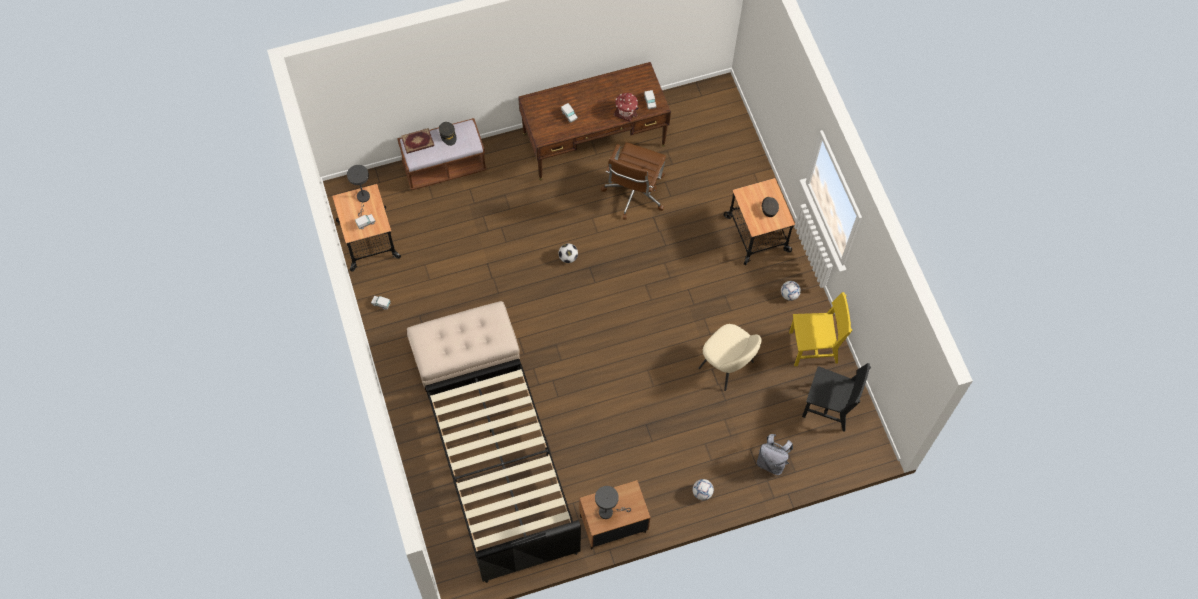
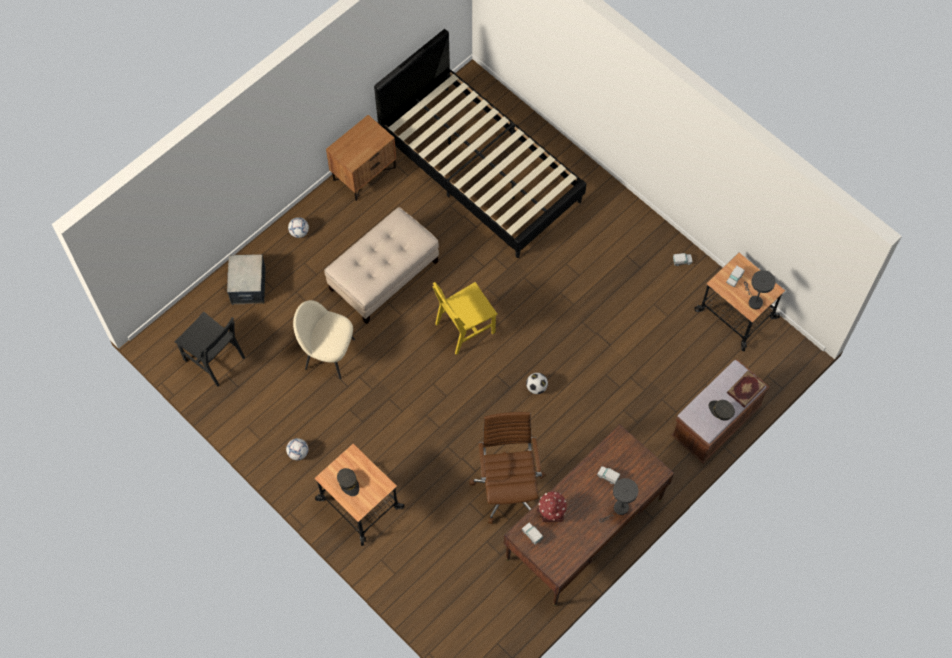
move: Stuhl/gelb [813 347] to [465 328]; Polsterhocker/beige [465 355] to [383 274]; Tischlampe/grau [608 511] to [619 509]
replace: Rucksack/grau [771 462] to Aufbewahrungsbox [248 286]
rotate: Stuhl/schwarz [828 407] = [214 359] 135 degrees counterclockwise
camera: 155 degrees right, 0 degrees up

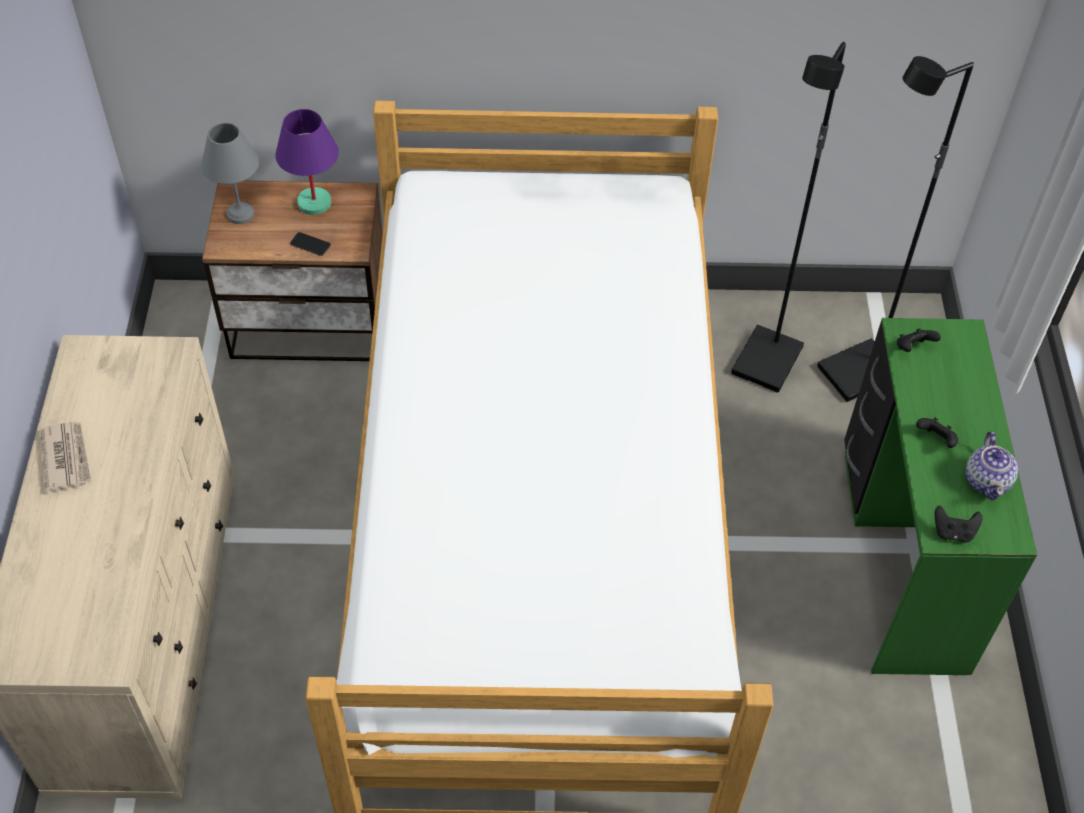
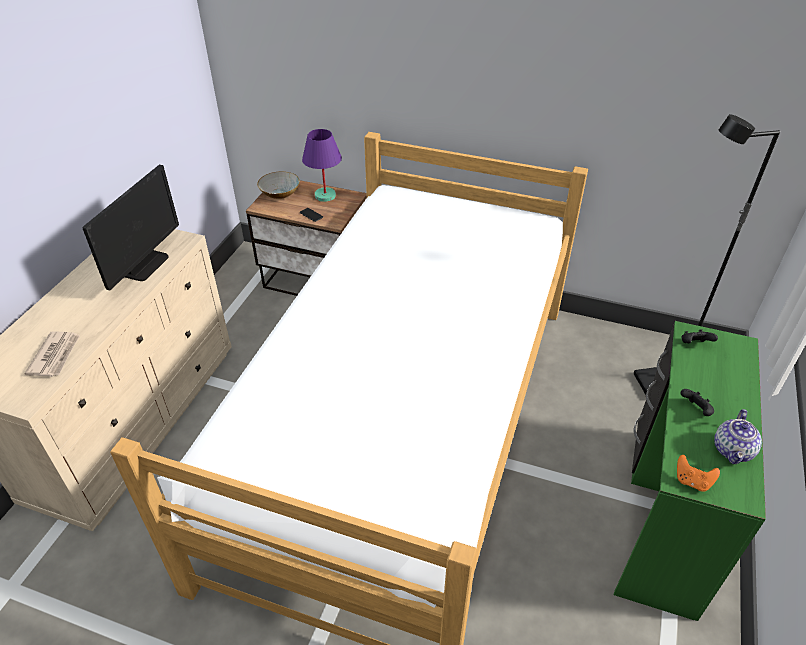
delete: Stehlampe/schwarz [768 363]
insert: Monitor [145 265]
move: Zeitung [66 457] to [56 355]
replace: Tischlampe/grau [240 215] to Schüssel [280 194]
recolor: Gamepad/schwarz [953 532] to Gamepad/orange [692 481]
camera: 20 degrees right, 10 degrees down

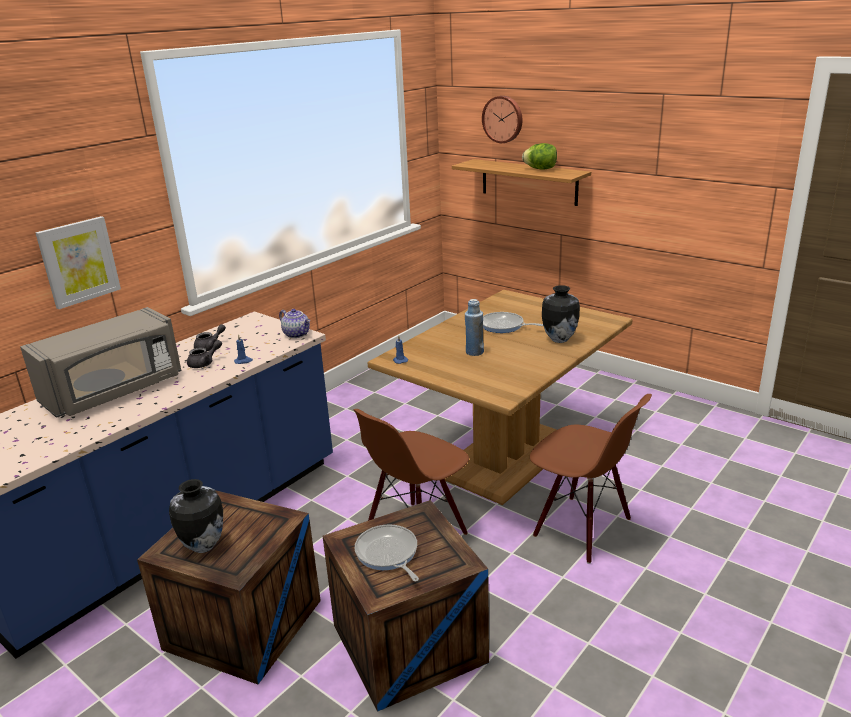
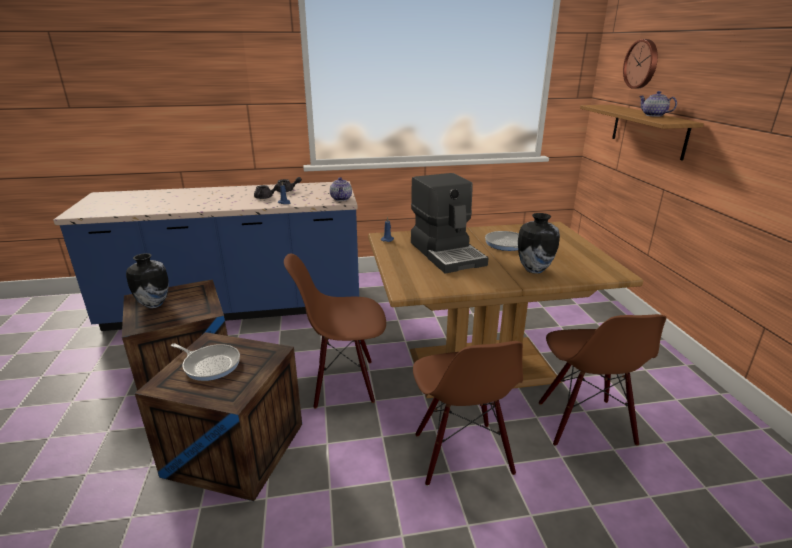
delete: Bild [78 261]; Mikrowelle/grau [114 391]
insert: Stuhl/braun [584 423]
replace: Salatkopf [540 169] to Teekanne [653 115]; Flasche/blau [474 352] to Kaffeemaschine [447 253]
rotate: Pfanne [388 554] = [210 364] 105 degrees clockwise
camera: 40 degrees right, 0 degrees up

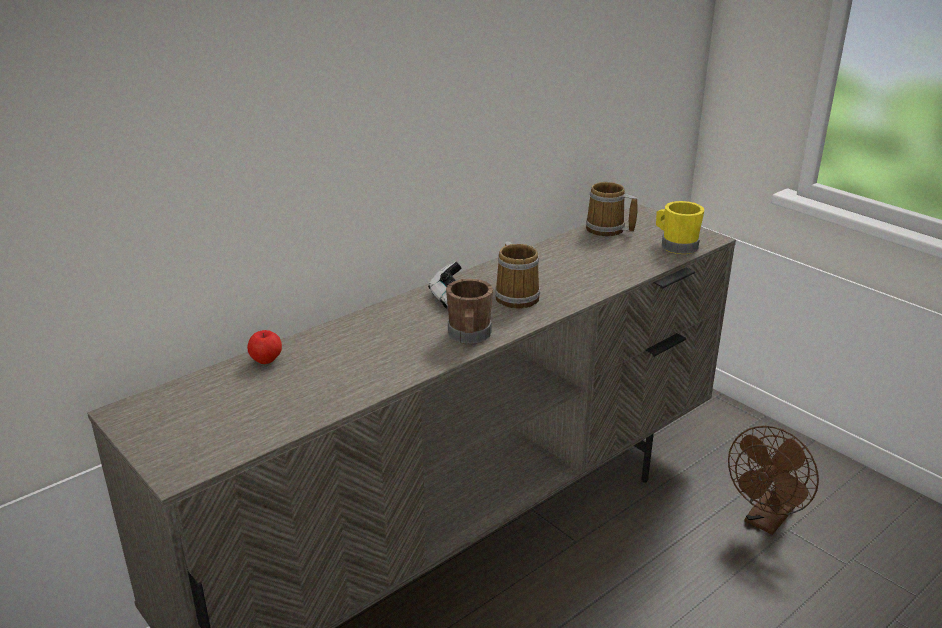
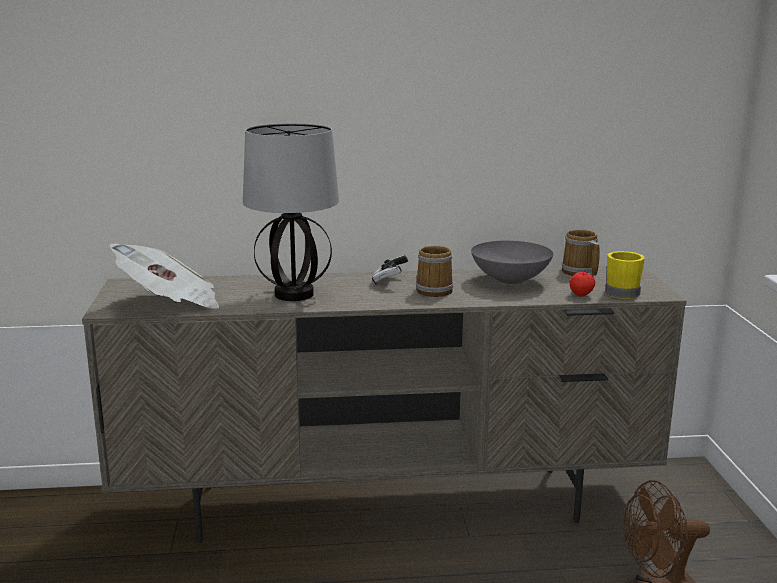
delete: Henkelbecher/braun [469 336]
insert: Tischlampe [293 295]; Schüssel/grau [509 280]; Zeitung [170 303]
move: Apfel [266 360] to [581 295]
camera: 35 degrees right, 10 degrees down

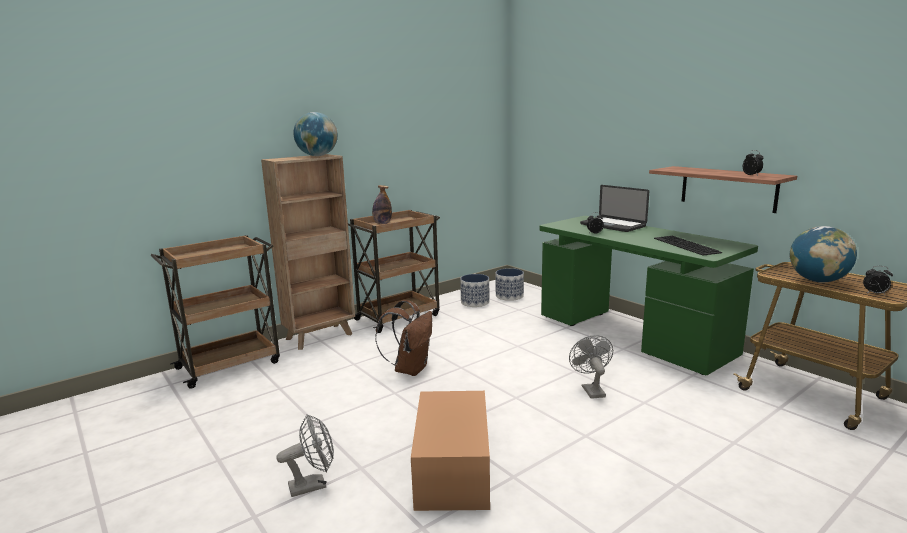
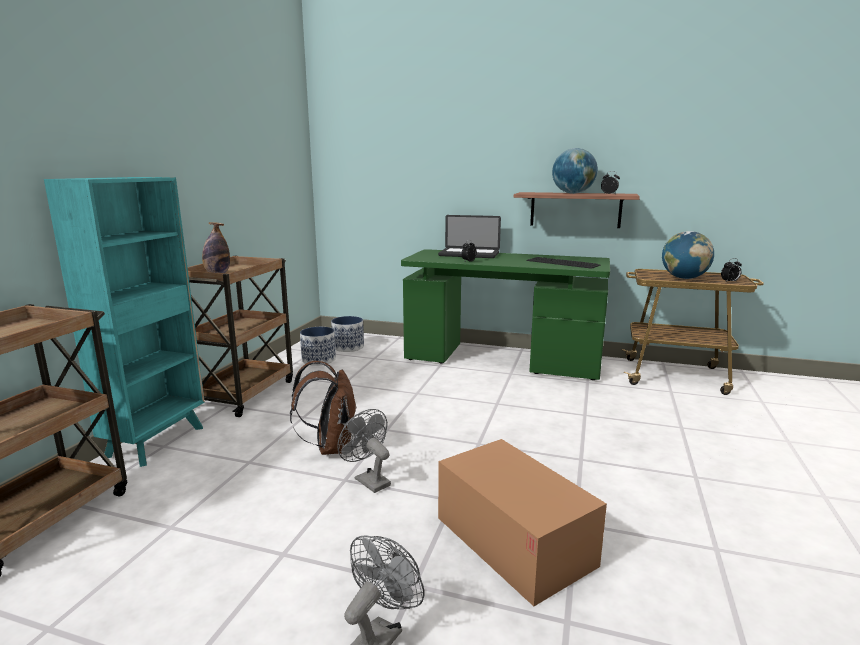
move: Globus [317 156] to [573 193]; Ventilator/grau [591 389] to [368 480]
recolor: Bücherregal/braun [320 336] to Bücherregal/türkis [157 441]
camera: 35 degrees left, 0 degrees up

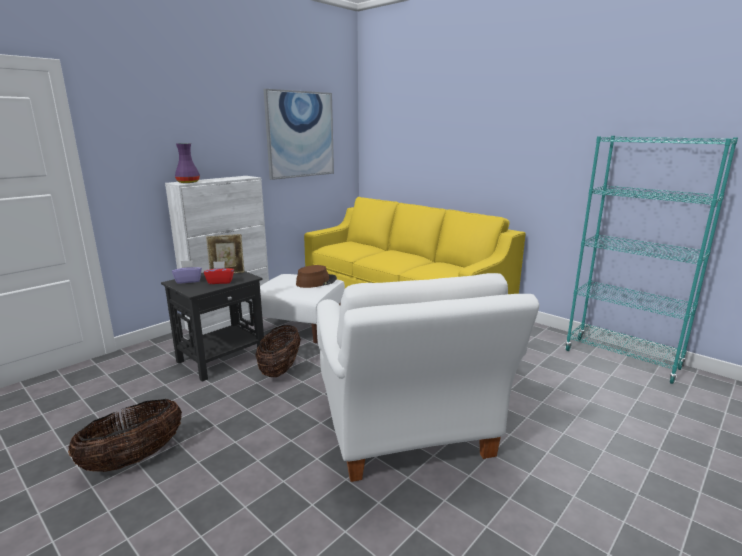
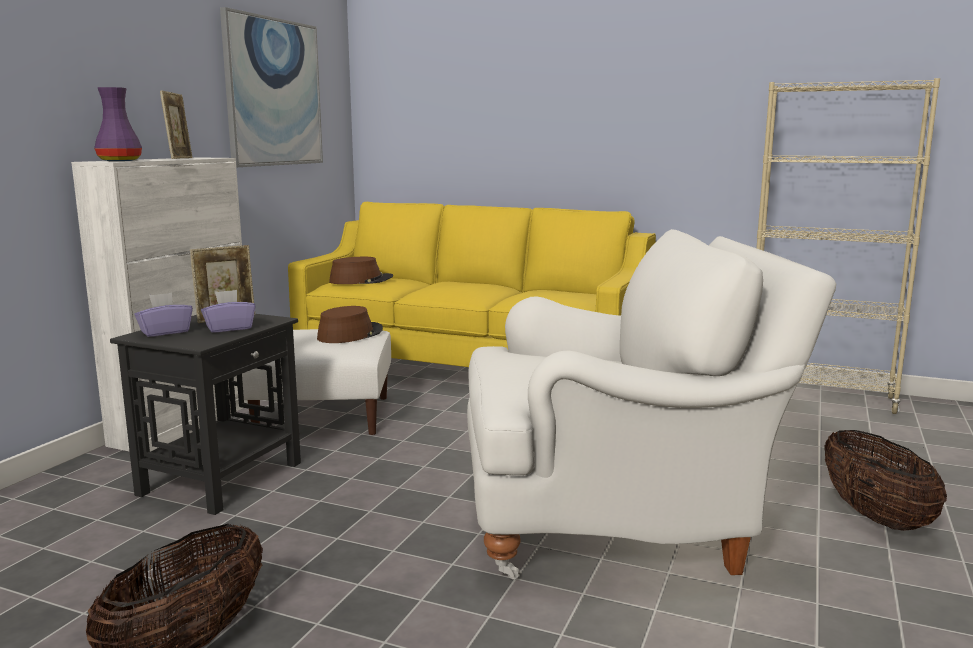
insert: Bilderrahmen [180 158]; Hut/braun [361 280]
move: Korb [280 369] to [875 516]
recolor: Bücherregal/türkis [621 359] to Bücherregal/beige [818 397]; Taschentuchbox/rot [220 282] to Taschentuchbox/lila [229 328]
rotate: Sessel/weiß [405 431] = [616 520] 60 degrees counterclockwise
camera: 20 degrees left, 5 degrees down

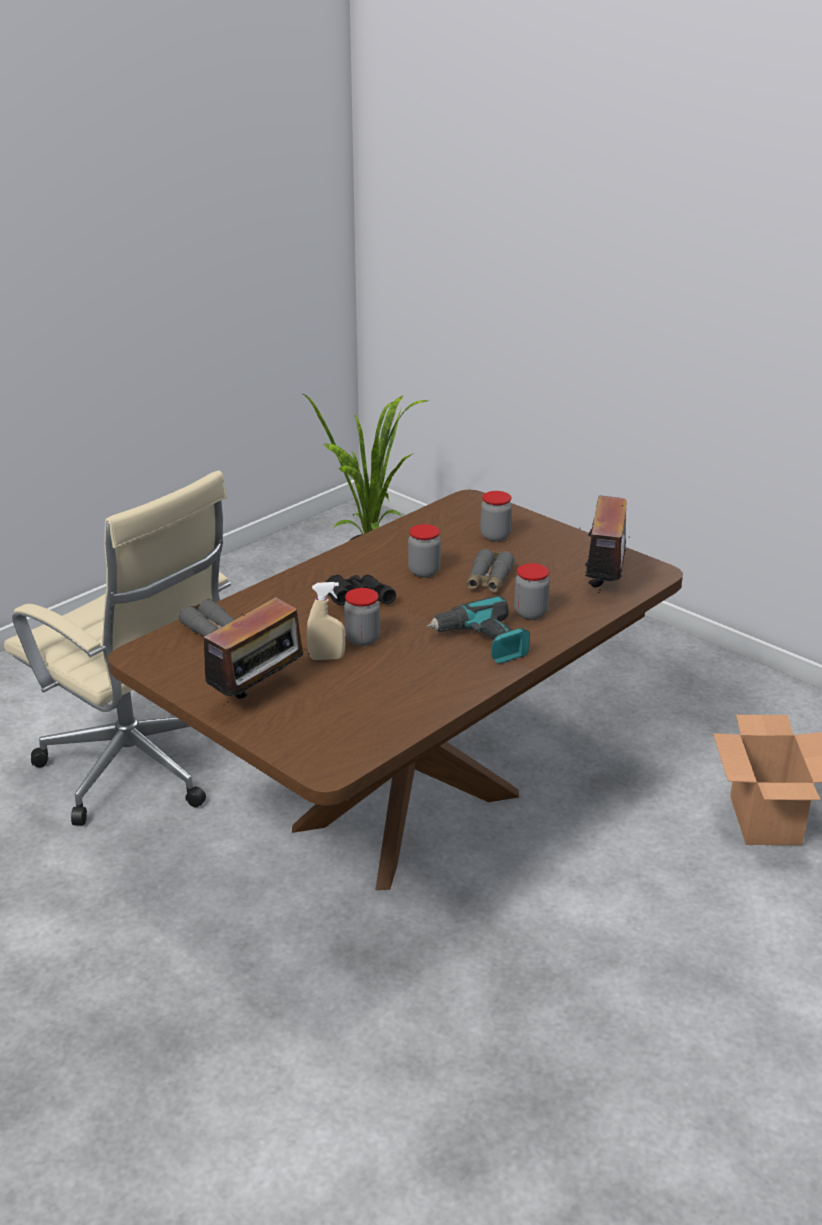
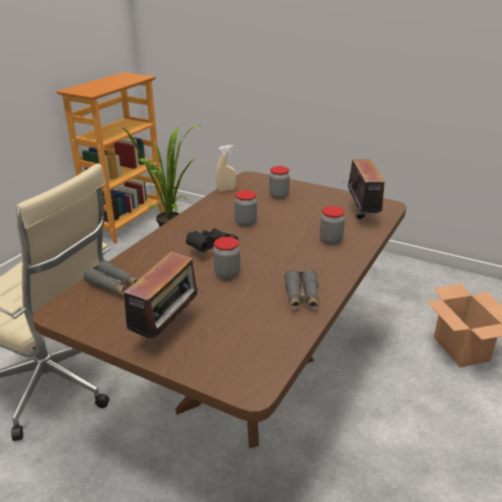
delete: Bohrmaschine [482 642]
insert: Bücherregal [125 222]
move: Fernglas/grau [488 580] to [302 297]; Sprühflasche/beige [326 658] to [226 190]
camera: 15 degrees left, 0 degrees up

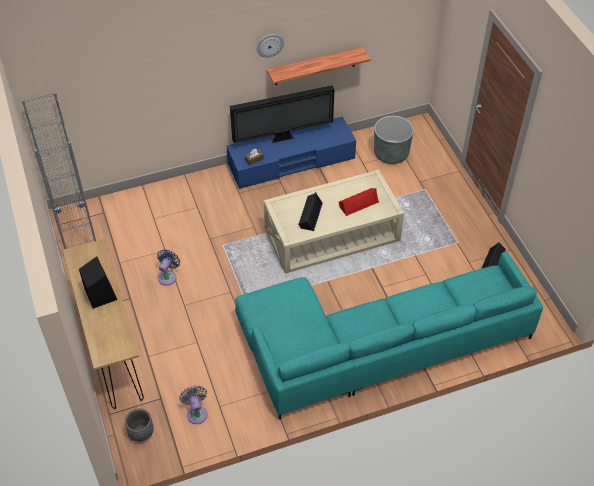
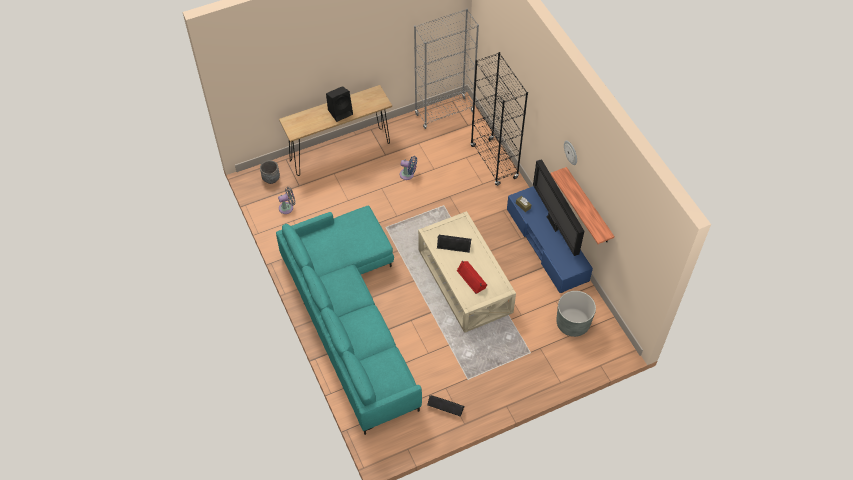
insert: Bücherregal/schwarz [494 162]
camera: 85 degrees right, 5 degrees up

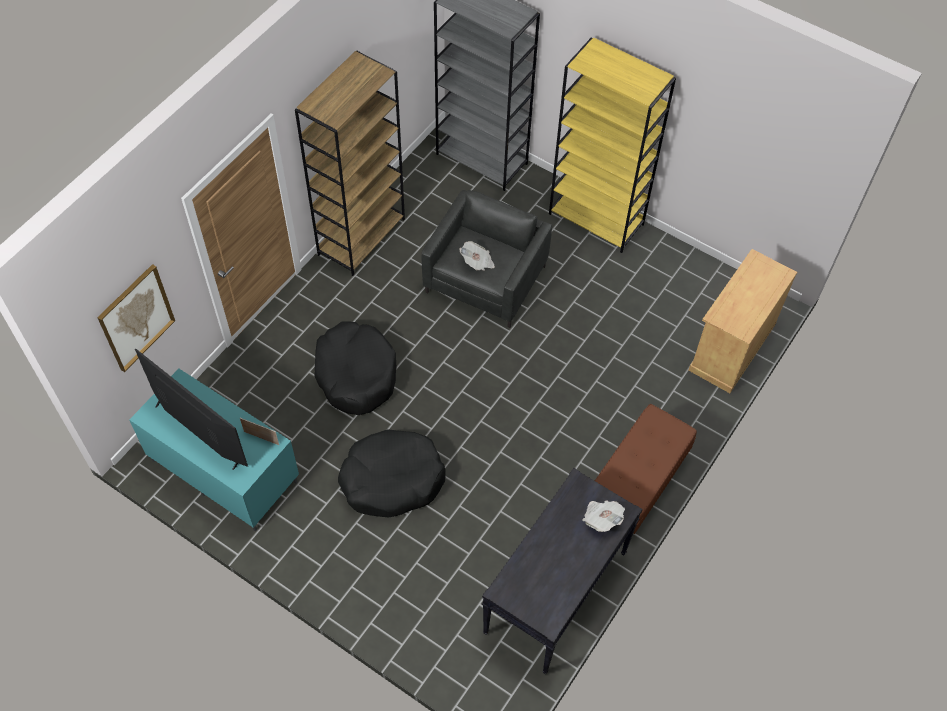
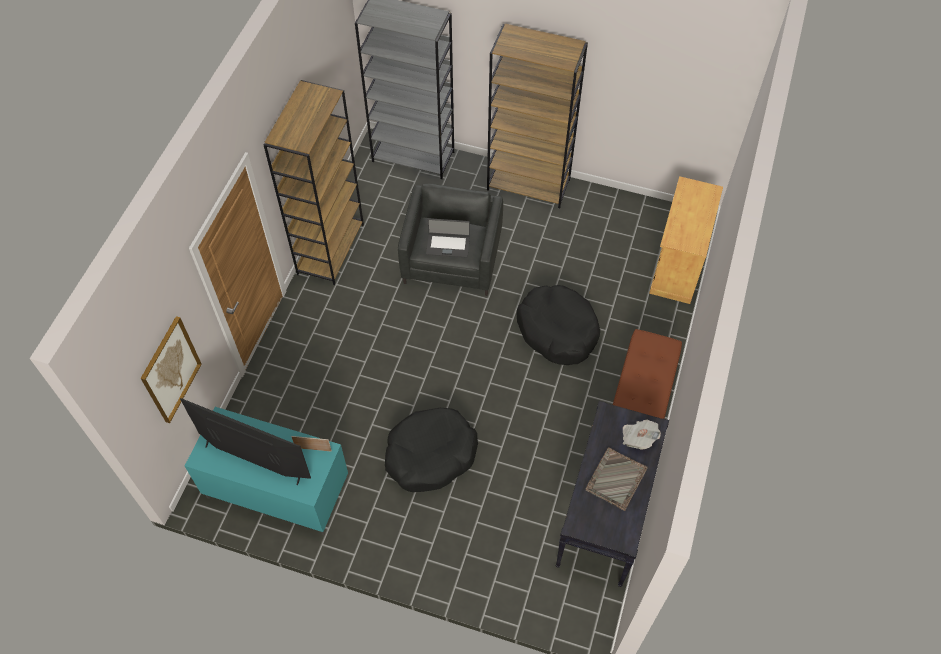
insert: Tablett/grau [615 479]
move: Hundebett/schwarz [356 374] to [557 330]
replace: Zeitung [477 262] to Laptop [448 245]
recolor: Bücherregal/gelb [597 219] to Bücherregal/braun [529 184]
camera: 15 degrees left, 0 degrees up

